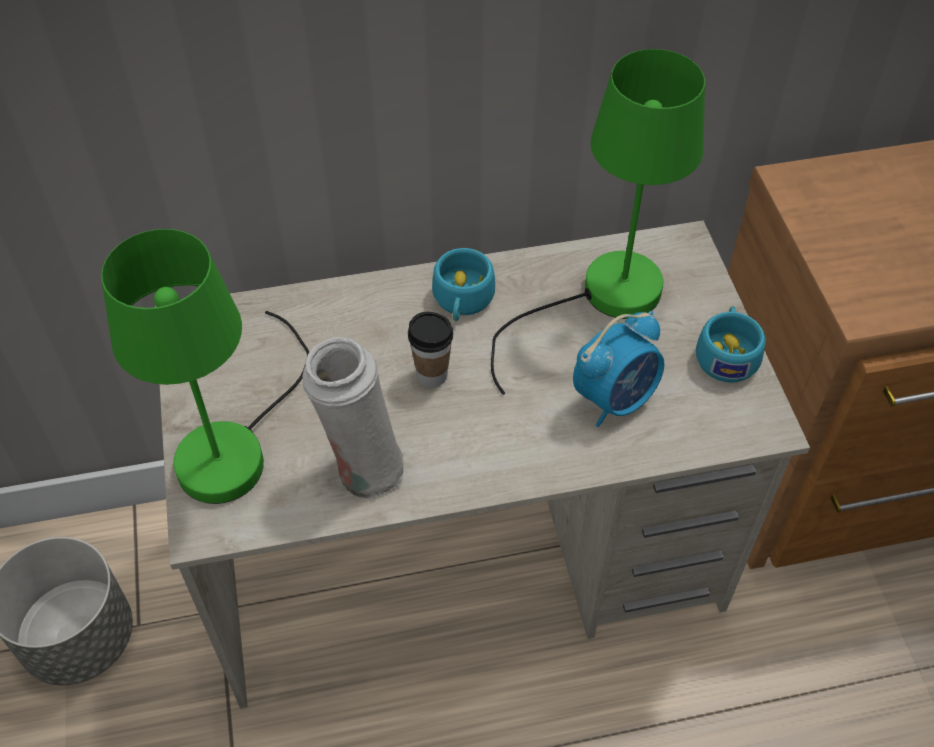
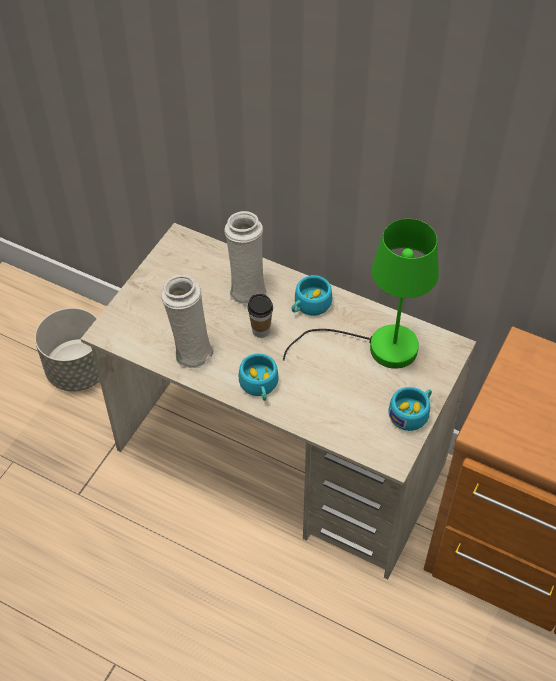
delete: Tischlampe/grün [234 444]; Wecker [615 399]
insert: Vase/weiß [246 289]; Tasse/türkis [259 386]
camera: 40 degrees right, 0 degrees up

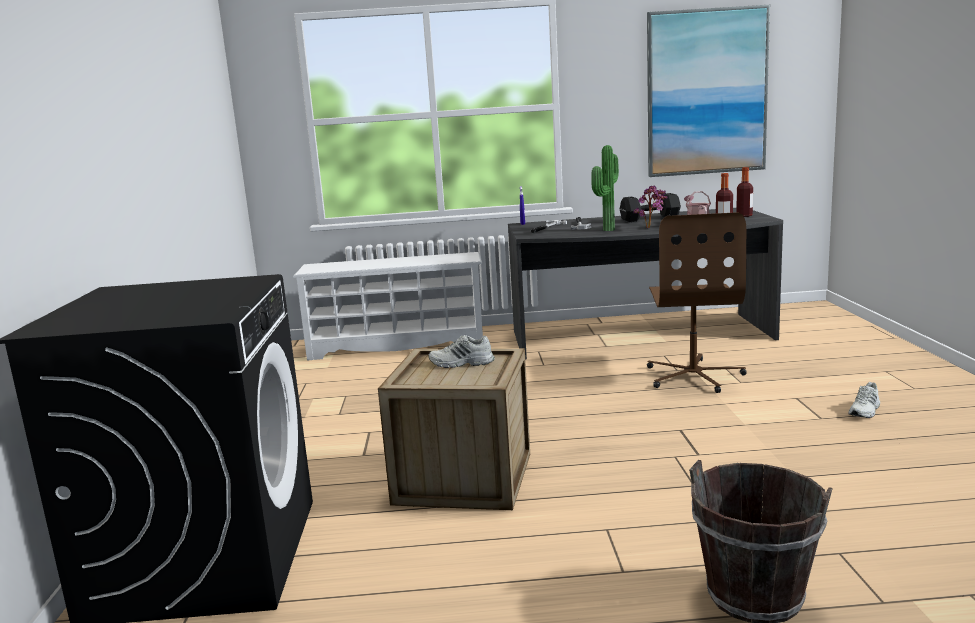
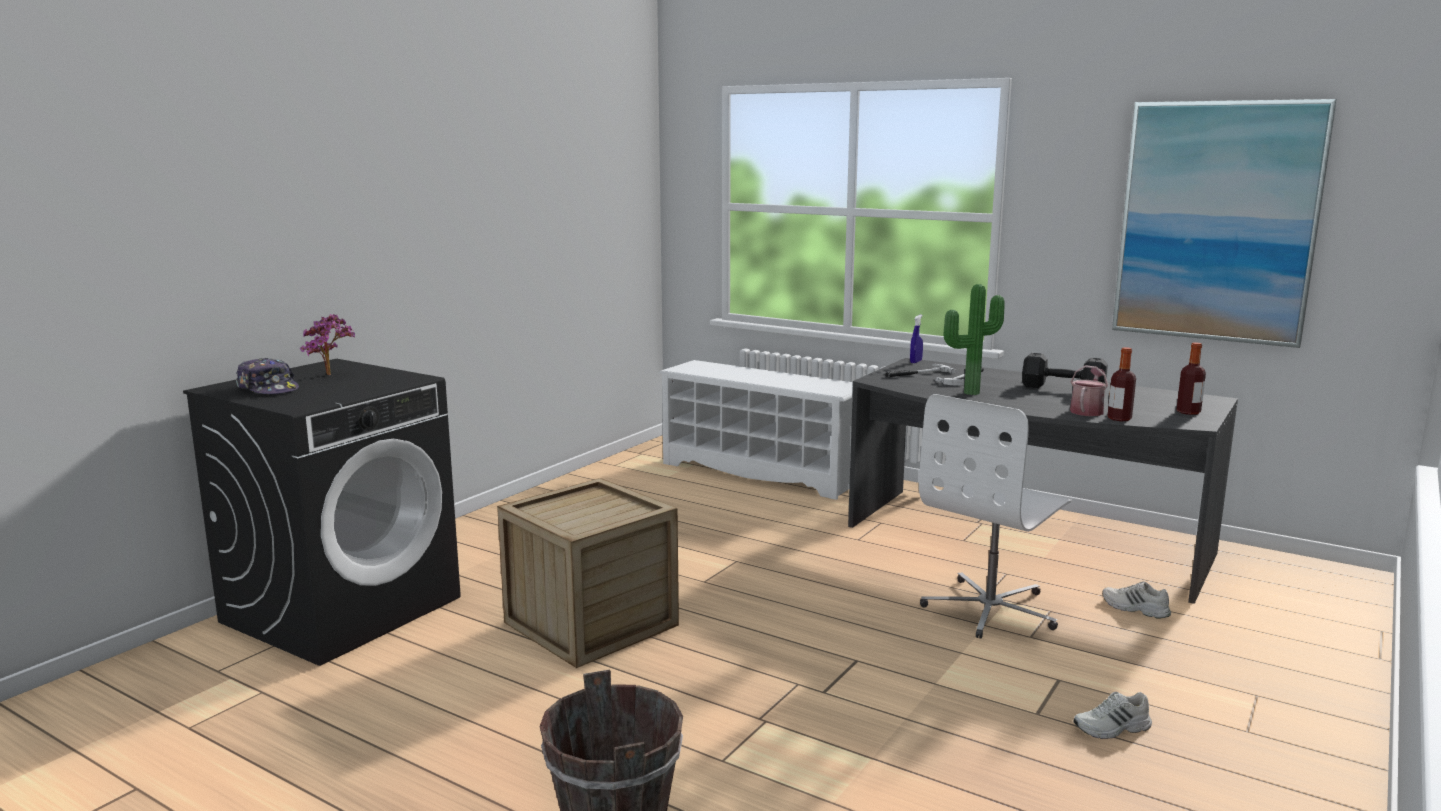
insert: Kappe [268 389]
move: Topfpflanze [651 228] to [331 375]; Schuh/weiß [461 363] to [1134 609]
recolor: Bürostuhl/braun [694 376] to Bürostuhl/weiß [991 609]
camera: 35 degrees right, 0 degrees up

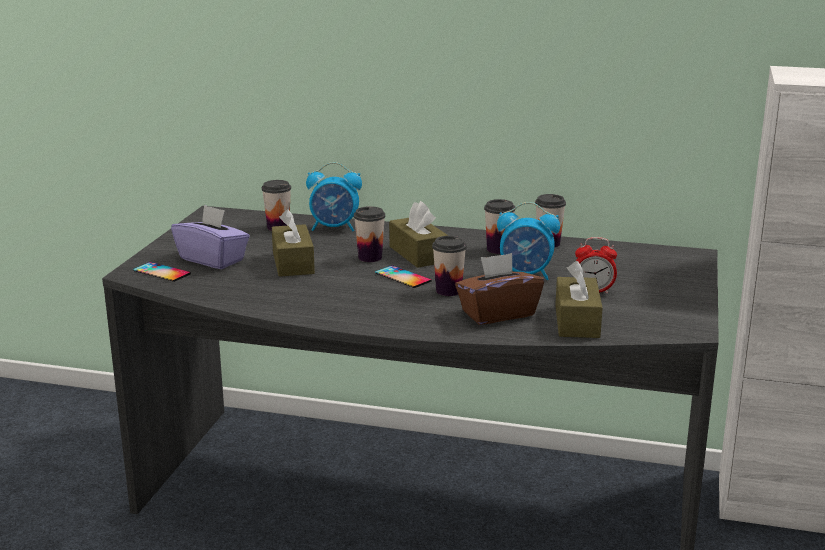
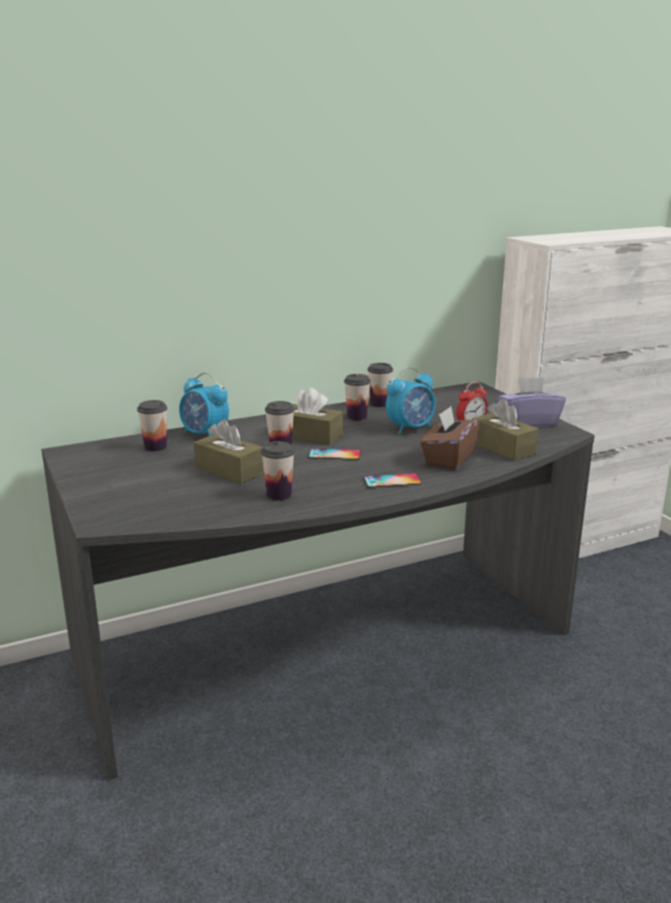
move: Taschentuchbox/lila [213 259] to [528 422]; Tasse [448 291] to [279 495]; Handy [161 272] to [392 481]
rotate: Wecker [334 228] = [205 435] 75 degrees clockwise
camera: 40 degrees left, 0 degrees up

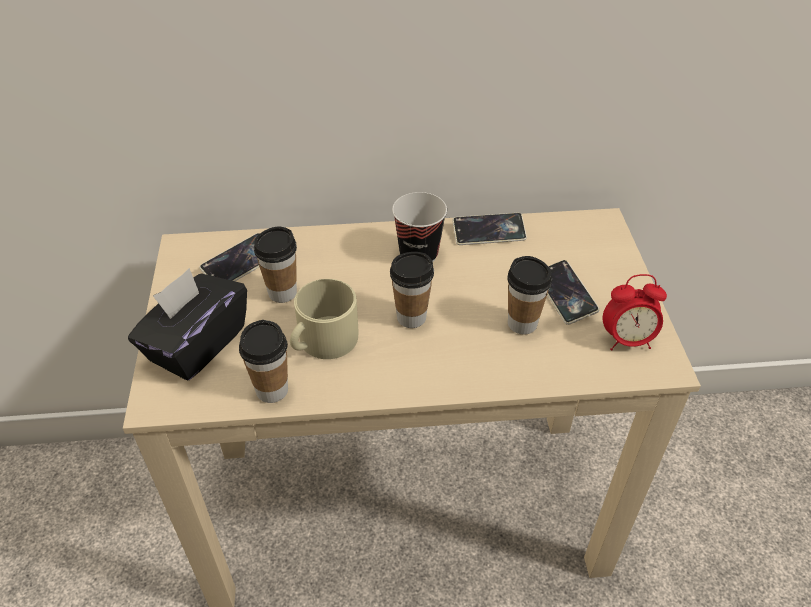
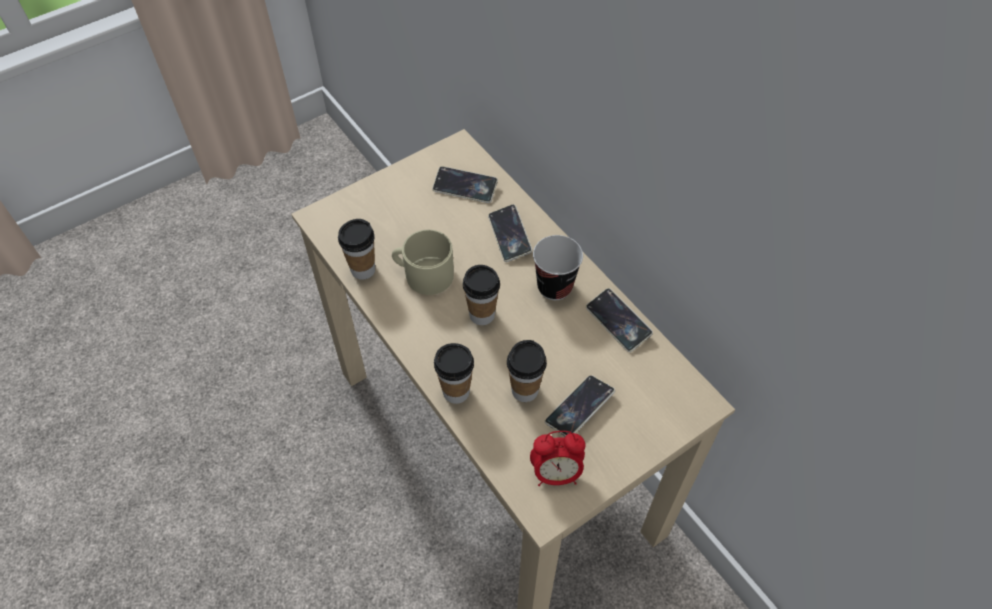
delete: Taschentuchbox/schwarz [197 344]
insert: Handy [509 235]
move: Tasse [282 293] to [456 392]
rotate: Wecker [627 340] = [556 473] 60 degrees counterclockwise
camera: 60 degrees right, 10 degrees up

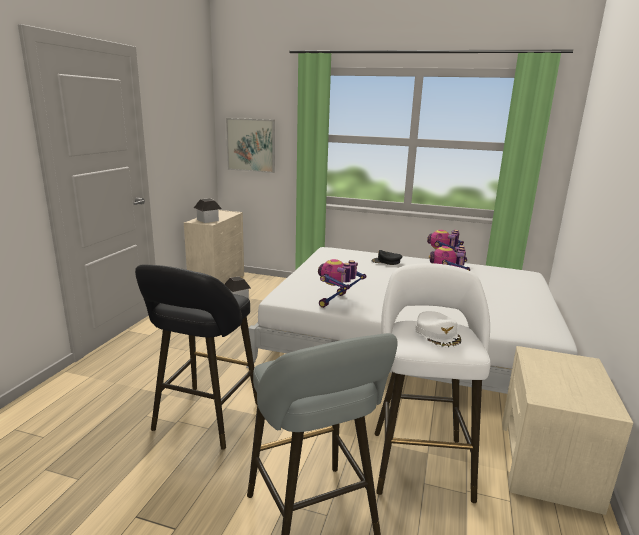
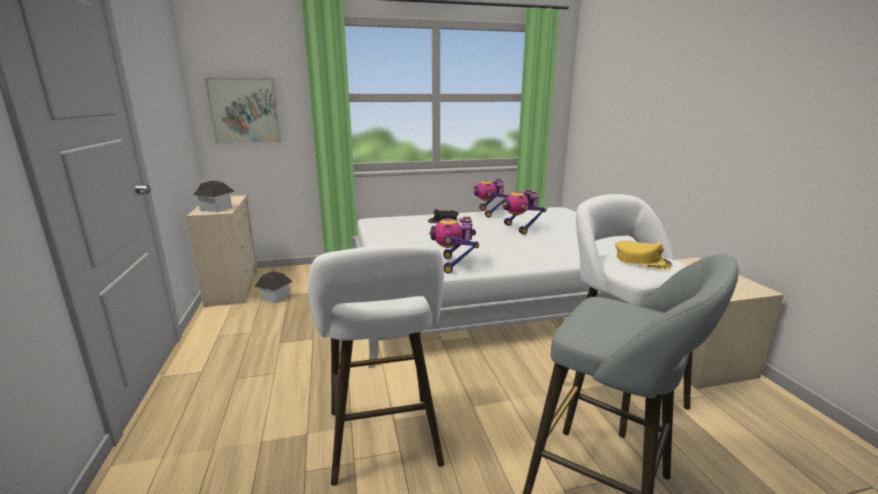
recolor: Hocker/schwarz [204 419] to Hocker/weiß [384 443]; Kappe/weiß [438 334] to Kappe/gelb [642 260]
camera: 30 degrees left, 0 degrees up

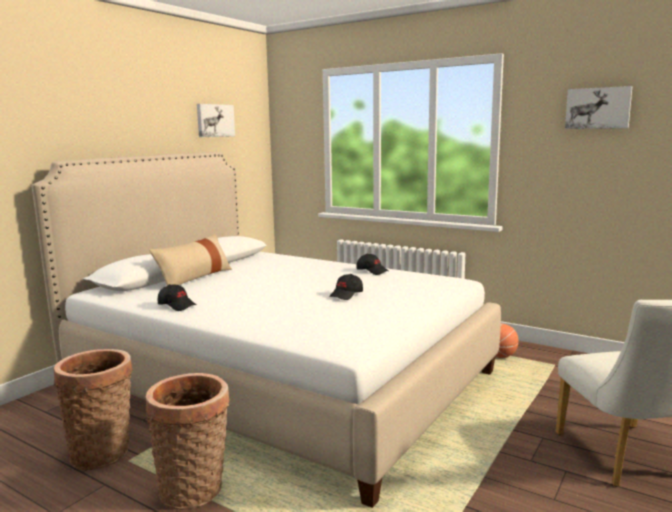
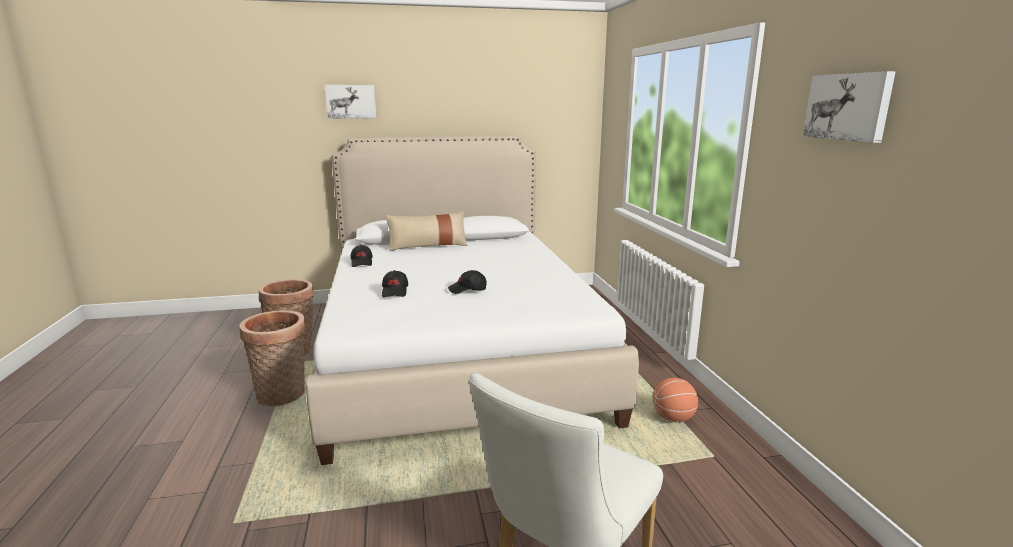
move: Bild [215 120] to [351 101]; Kappe/schwarz [372 271] to [395 292]
camera: 45 degrees right, 5 degrees up

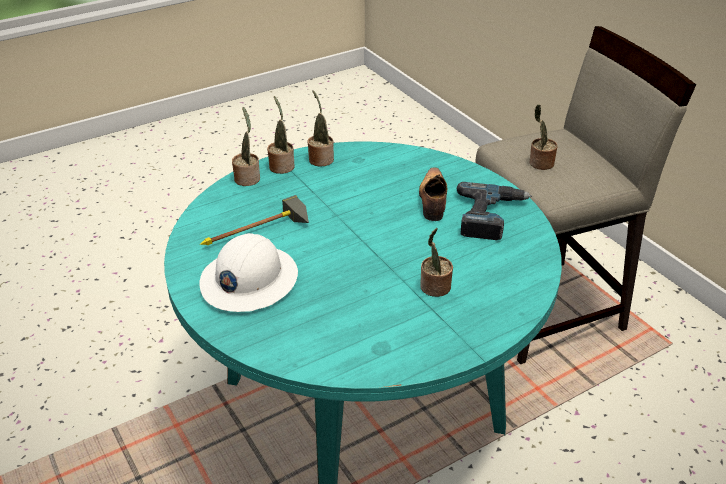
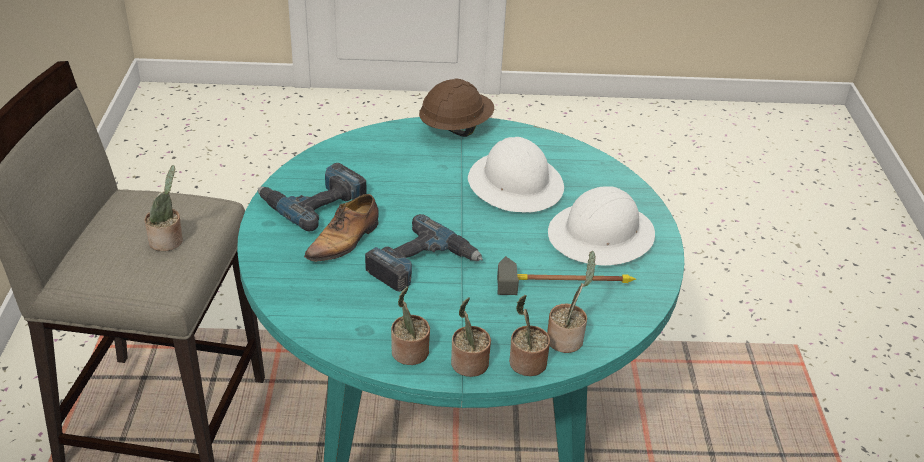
insert: Schutzhelm/braun [455 128]; Schutzhelm/weiß [516 185]; Bohrmaschine [422 264]
move: Topfpflanze [434 288] to [567 339]
camera: 150 degrees left, 0 degrees up

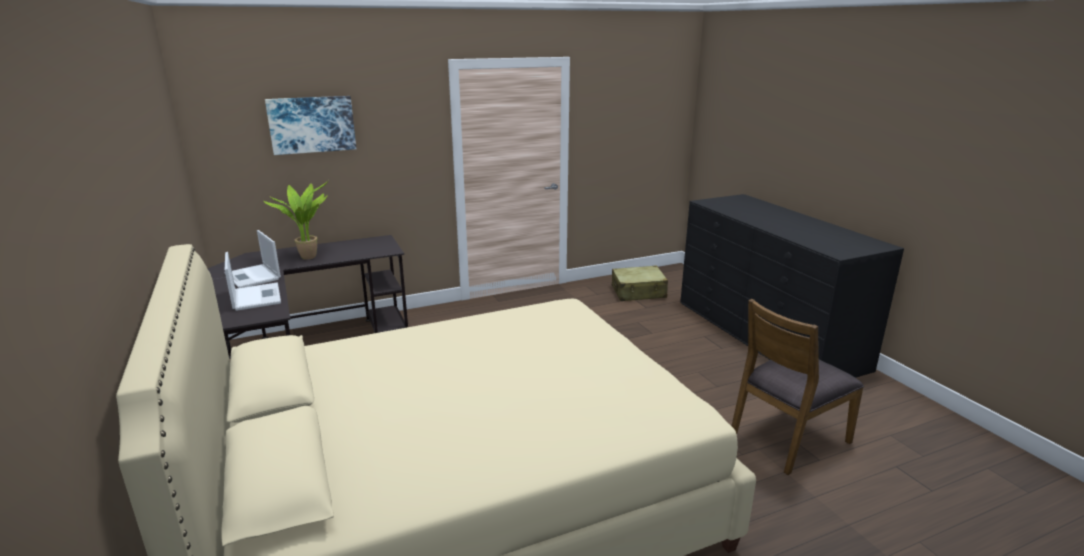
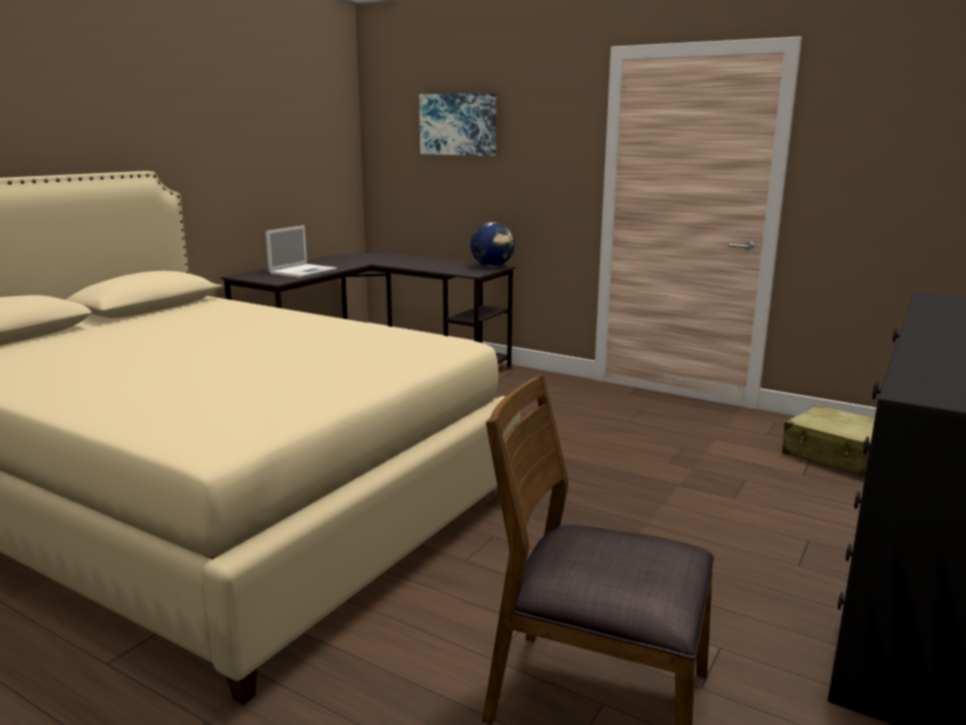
delete: Topfpflanze [309 256]; Laptop [253 277]
insert: Globus [492 266]
camera: 55 degrees right, 5 degrees down

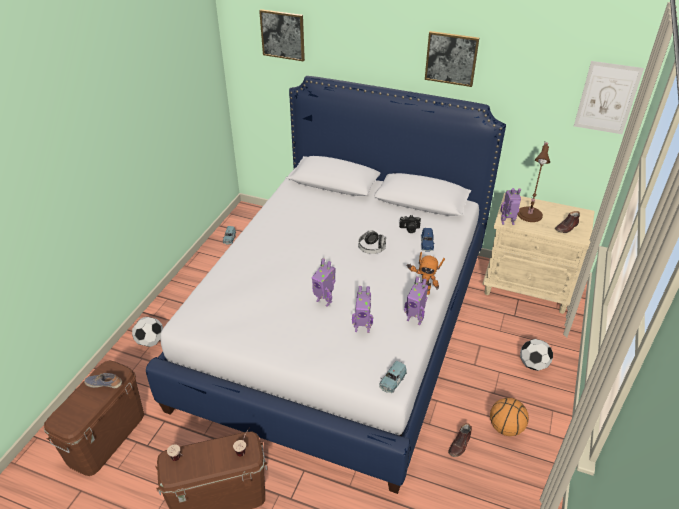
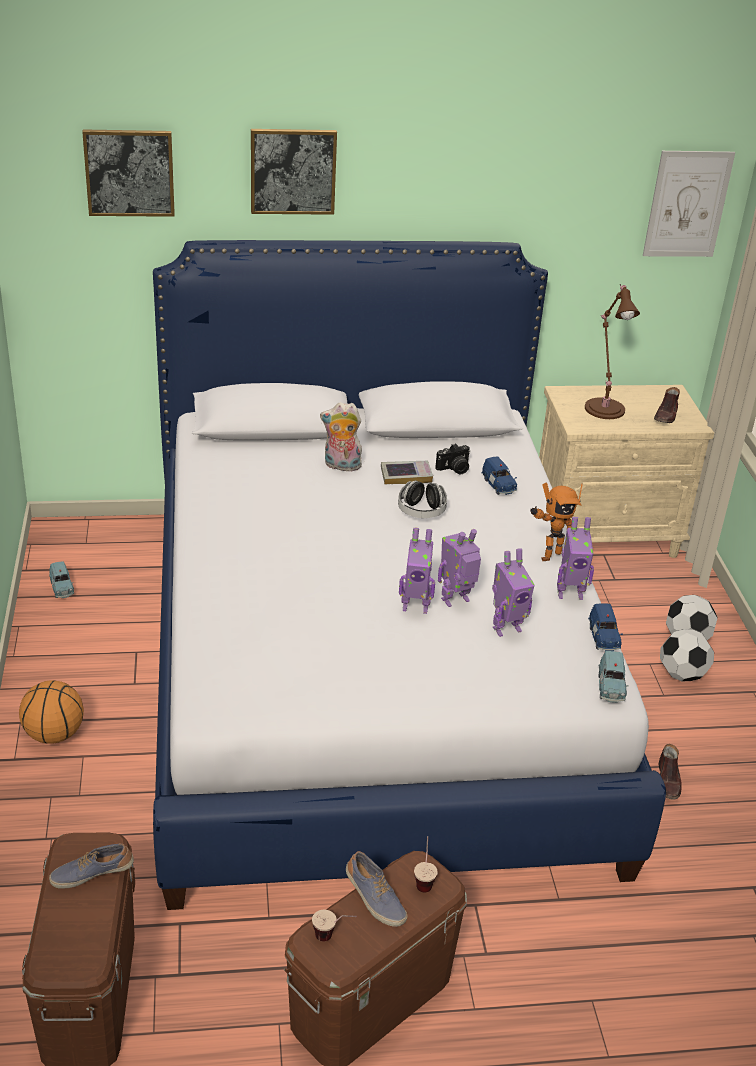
insert: Plüschtier [341 466]; Buch [406 476]; Spielzeugauto/blau [603 637]; Schuh [374 899]
move: Bild [451 58] to [293 171]; Spielzeugroboter [507 223] to [456 601]; Fußball [150 341] to [682 674]; Basketball [505 427] to [54 734]
camera: 30 degrees left, 5 degrees down

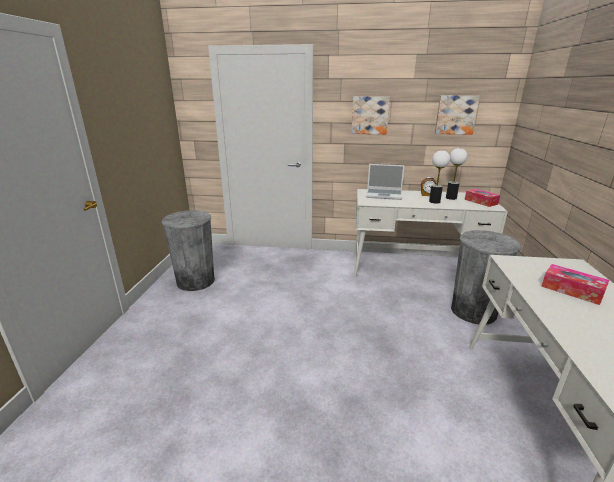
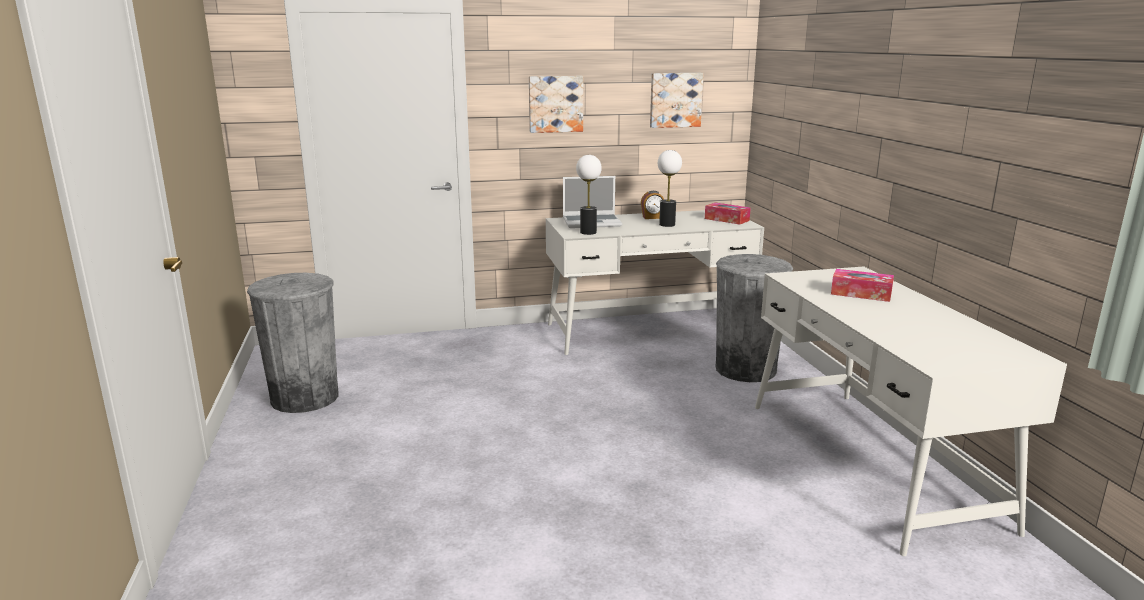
move: Tischlampe [451 198] to [588 232]
camera: 20 degrees left, 5 degrees down

